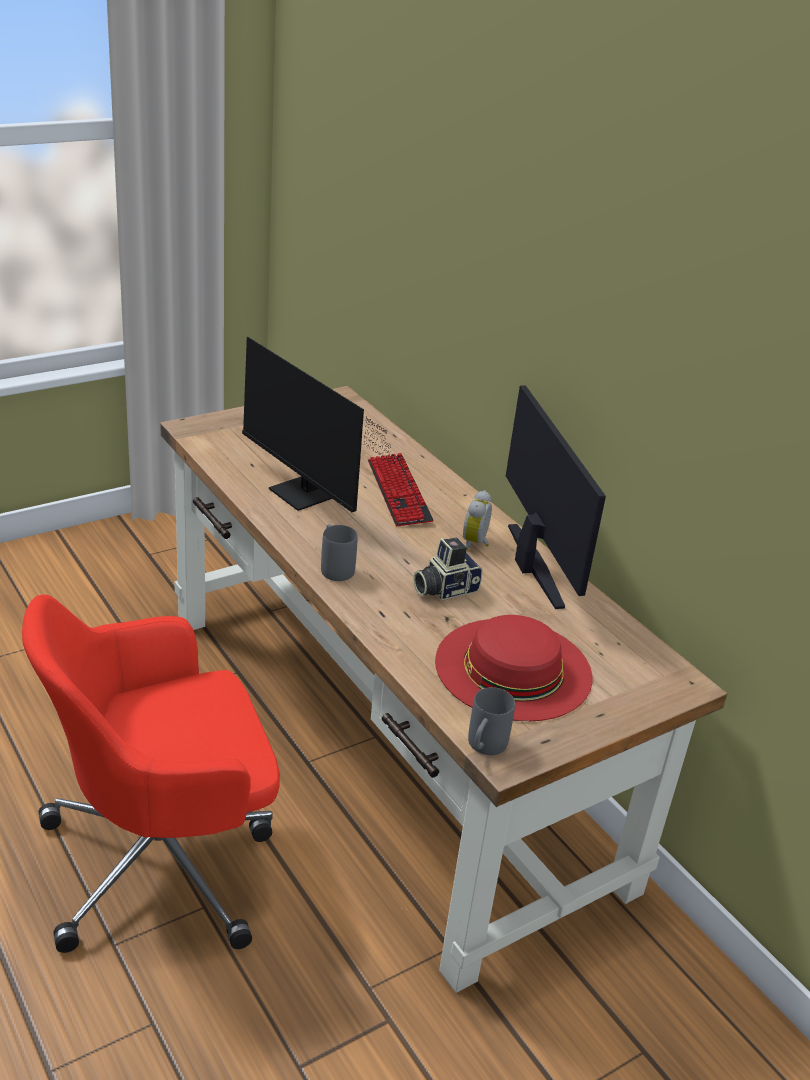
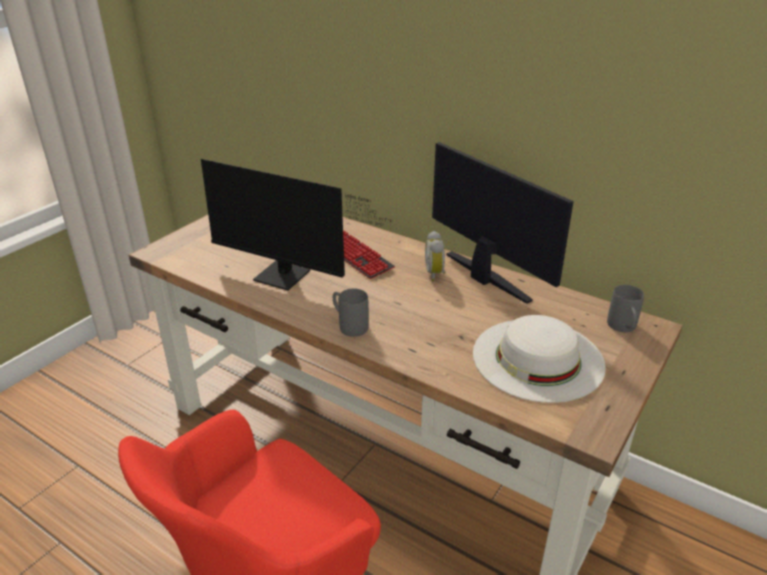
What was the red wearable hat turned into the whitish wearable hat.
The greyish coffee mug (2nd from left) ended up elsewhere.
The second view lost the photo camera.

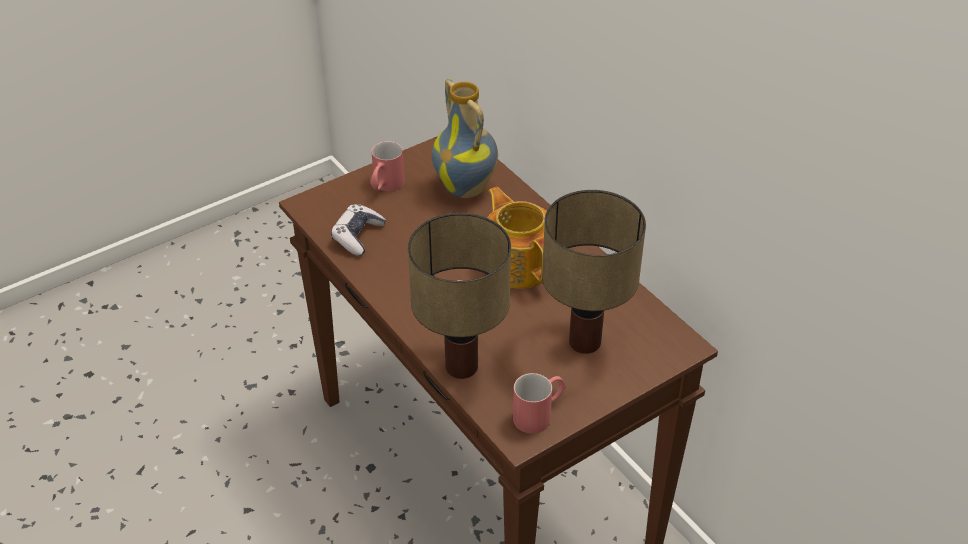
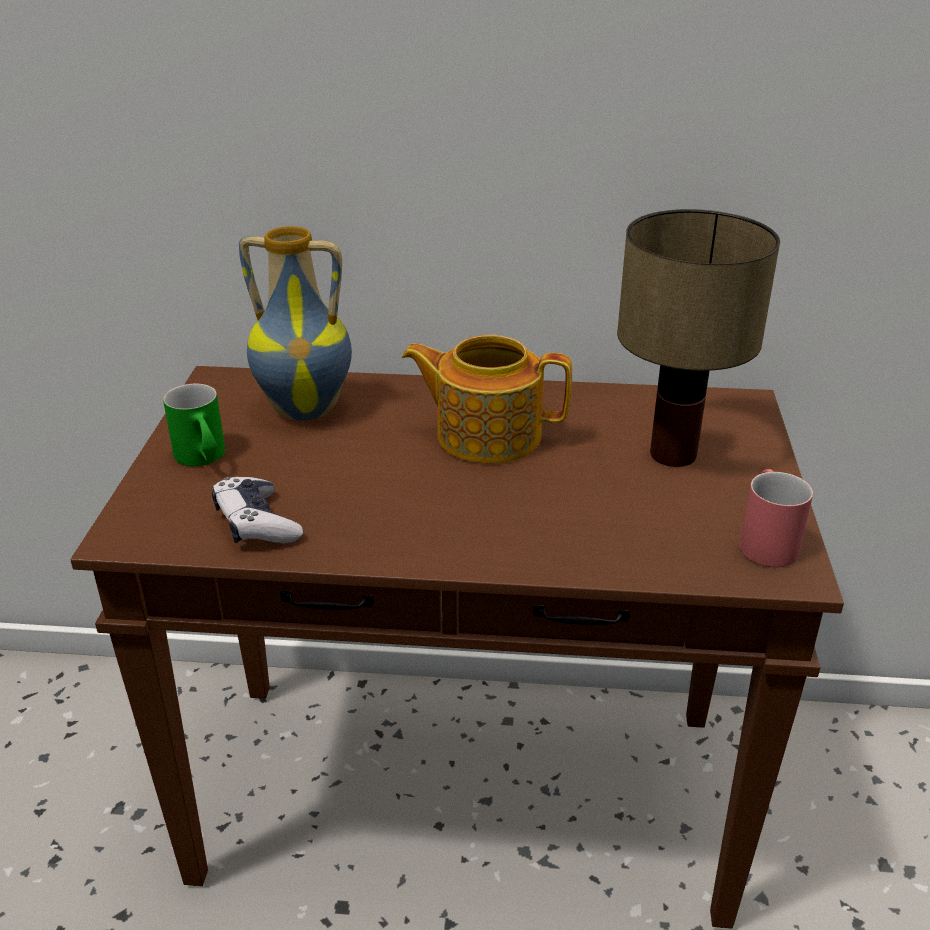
What was the red coffee mug (1st from left) turned into the green-coloured coffee mug.
The second view lost the tabletop lamp (1st from left).

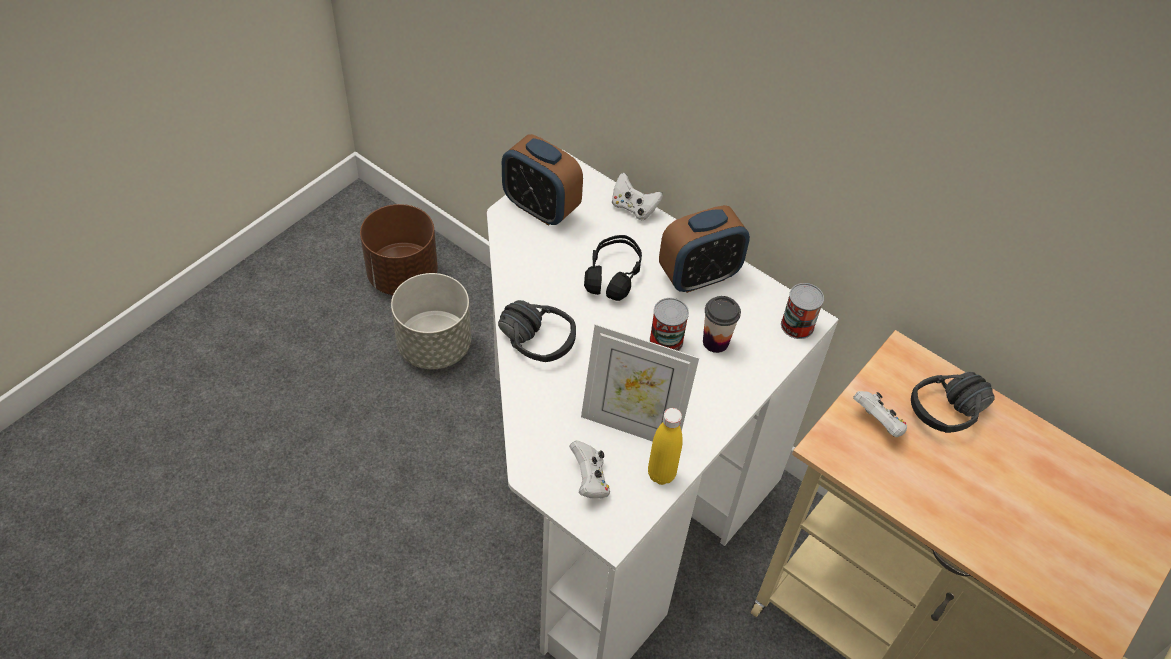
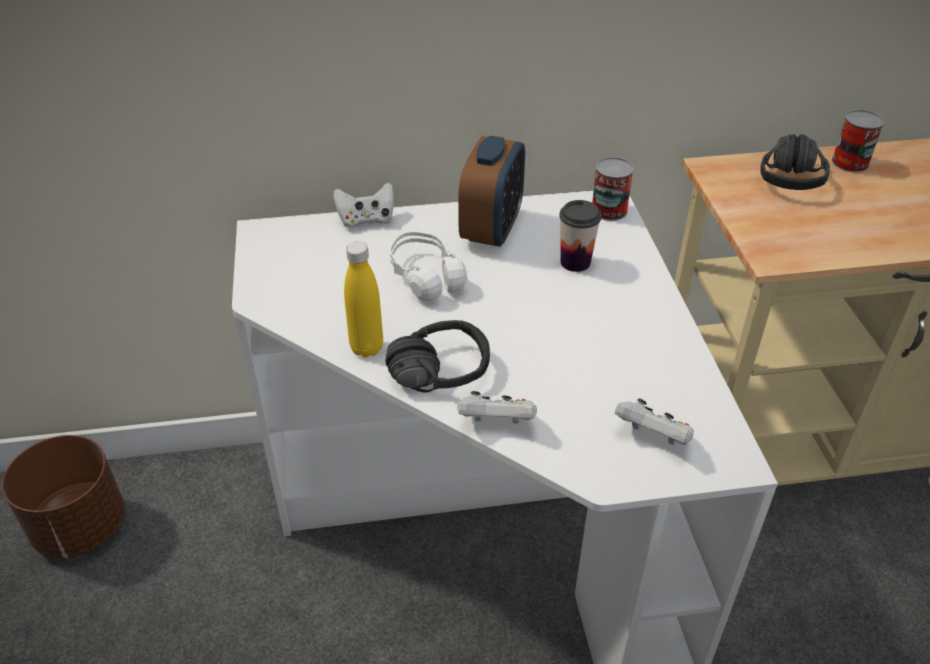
The yellow-coloured bottle ended up elsewhere.
What was the black pair of headphones (2nd from left) turned into the whitish pair of headphones.
The whitish game controller (3rd from left in the first image) ended up elsewhere.
The sealed can (1st from left in the first image) ended up elsewhere.
The second view lost the greyish planter.
The second view lost the table clock (1st from left).
The second view lost the picture frame.

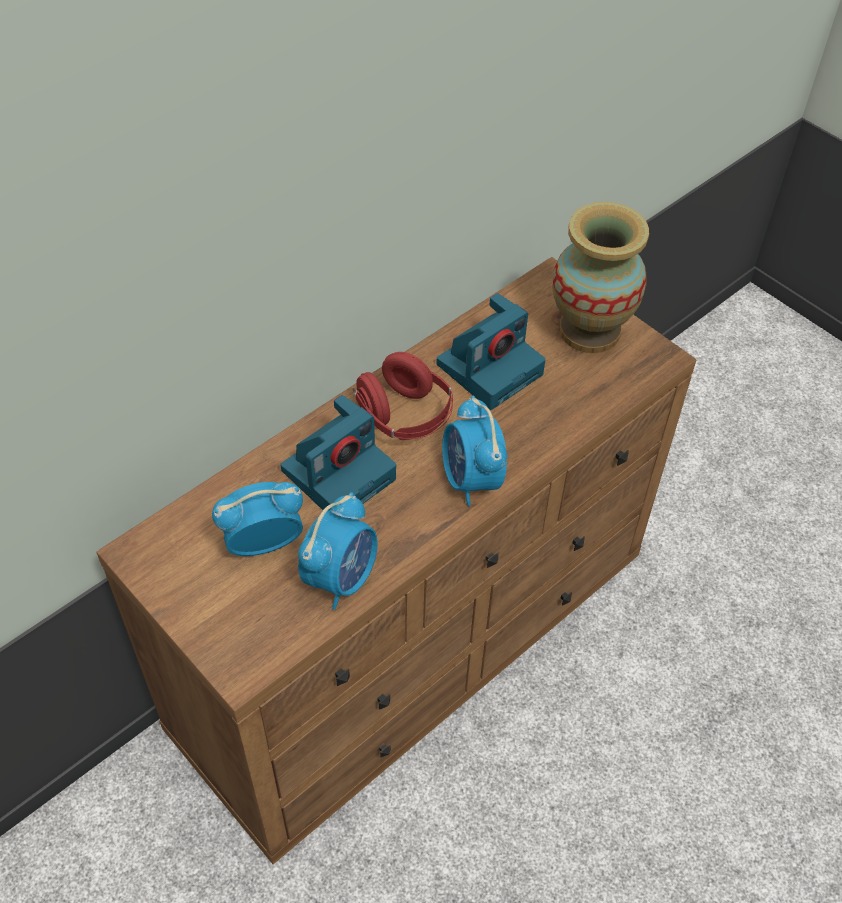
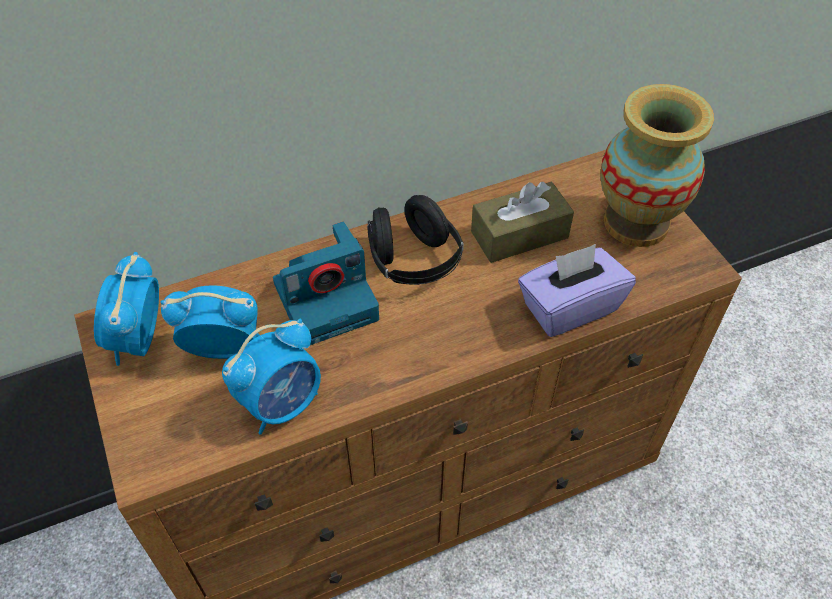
The table clock (3rd from left in the first image) ended up elsewhere.
What was the red pair of headphones turned into the black pair of headphones.
Where the photo camera (2nd from left) stood, the brown-coloured box of tissues came to stand.
The second view gained the purplish box of tissues.

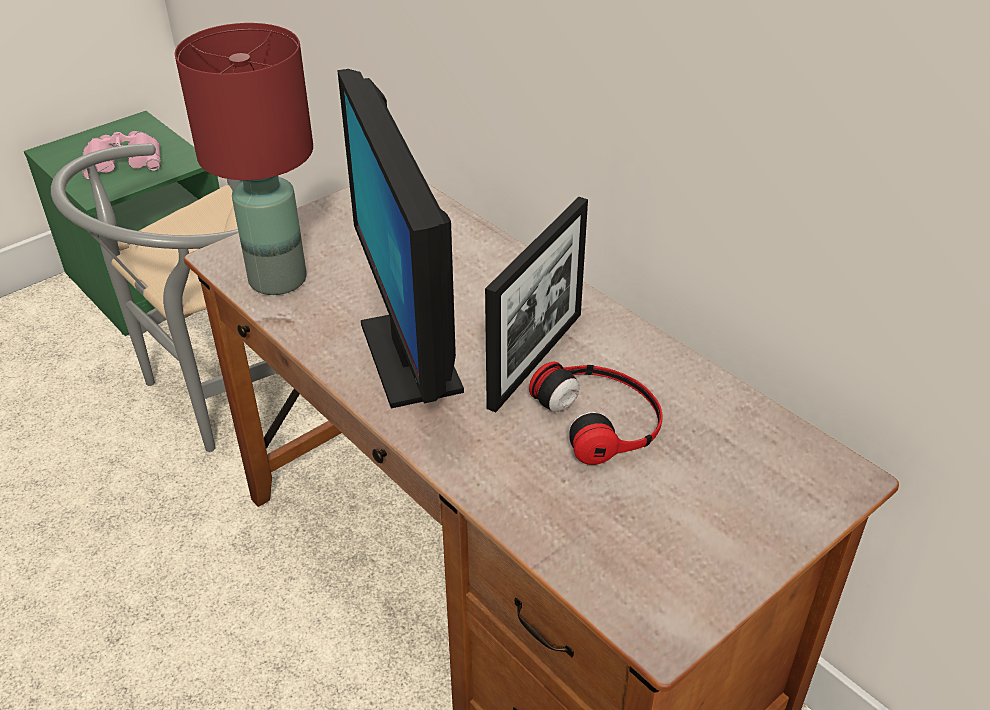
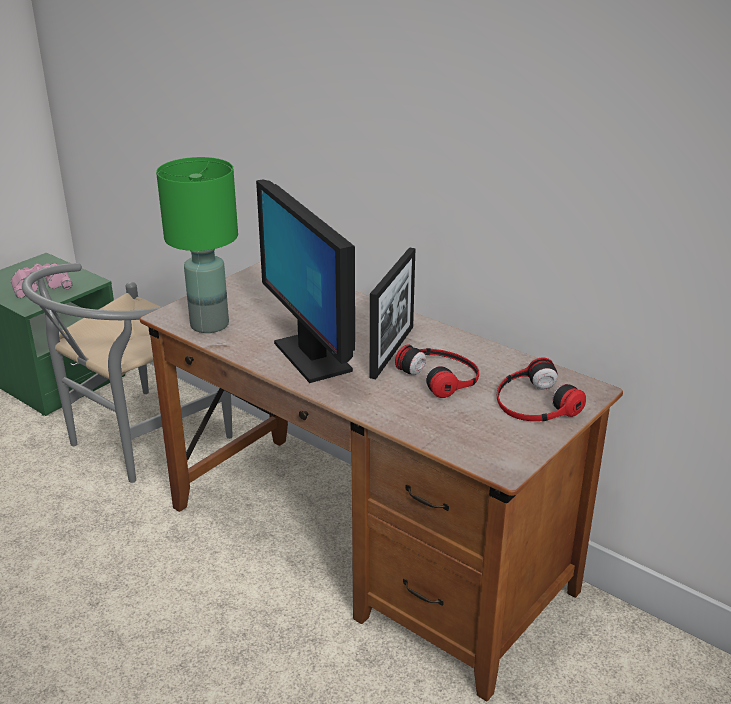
What was the red tabletop lamp turned into the green-coloured tabletop lamp.
The second view gained the pair of headphones (2nd from left).

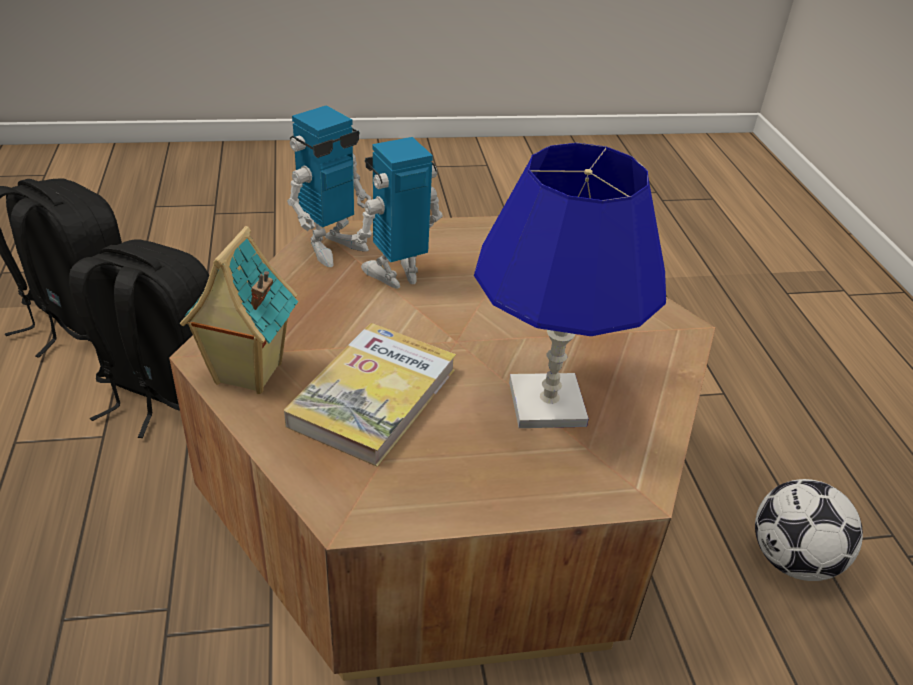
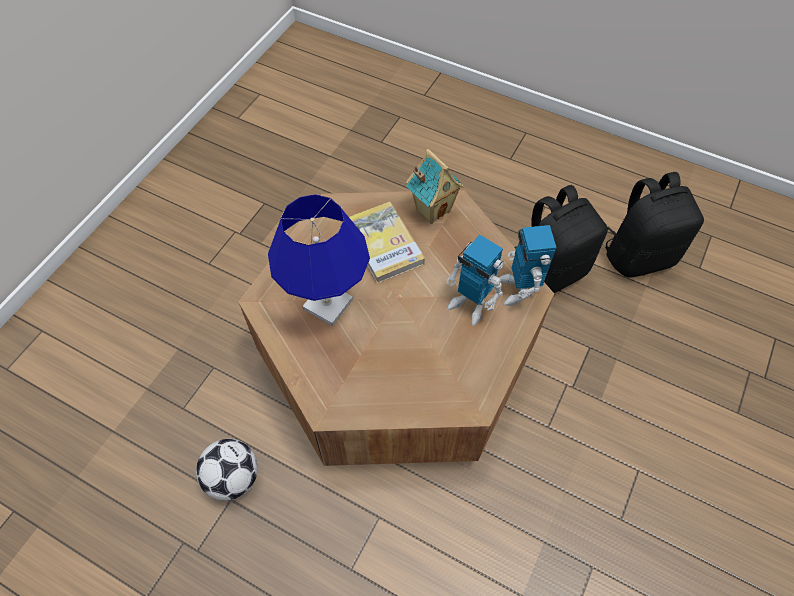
The toy robot (2nd from left in the first image) ended up facing another way, 120 degrees clockwise from before.

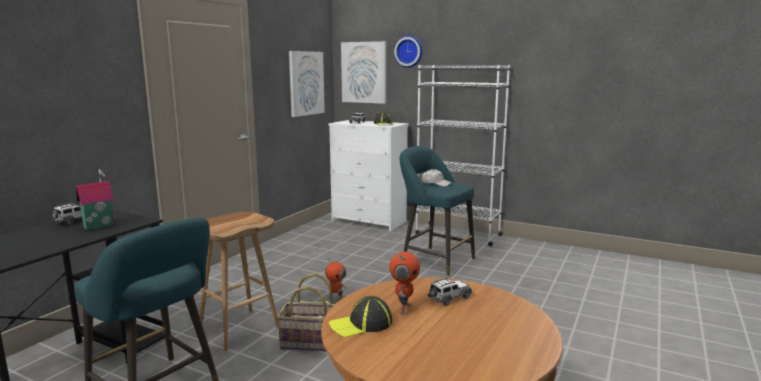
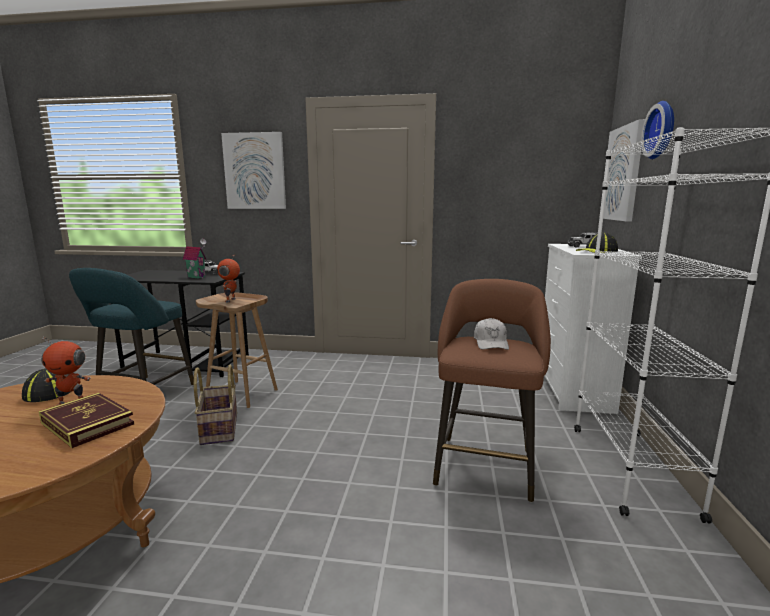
Where the miniature car (3rd from left) stood, the book came to stand.
The toy robot (1st from left in the first image) ended up elsewhere.
The wall picture (1st from left) ended up elsewhere.
What was the turquoise-coloured stool (2nd from left) turned into the brown-coloured stool (2nd from left).

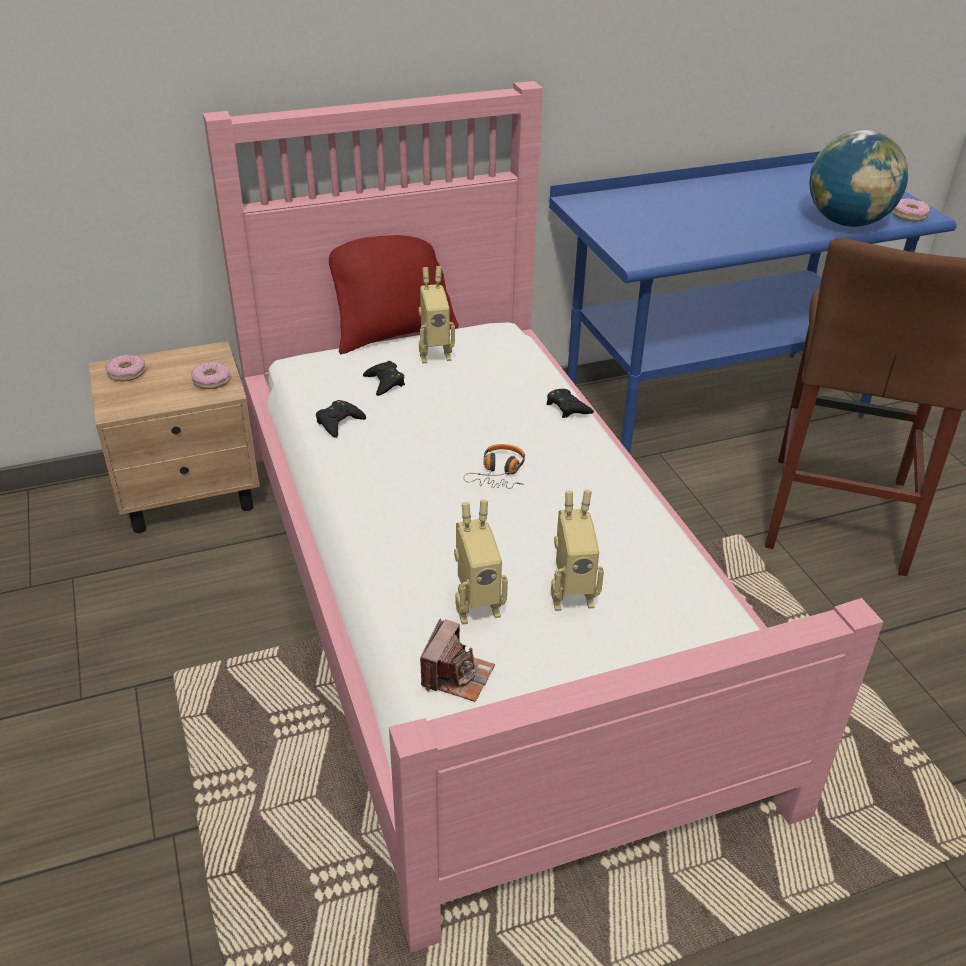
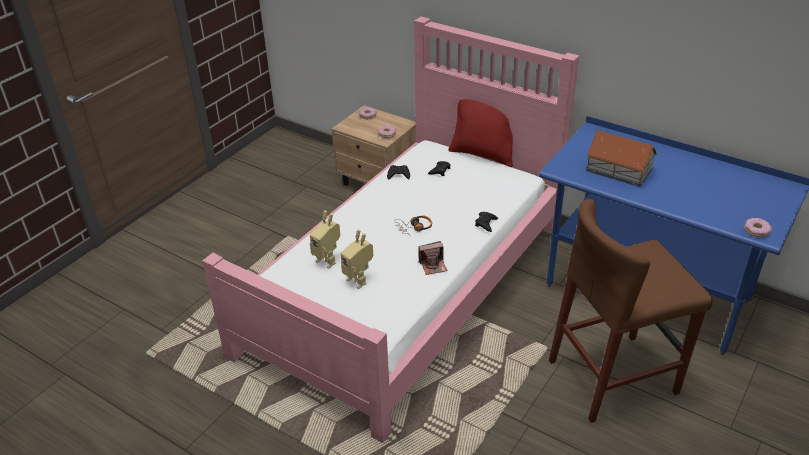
The photo camera ended up elsewhere.
The second view gained the toy house.
The second view lost the toy robot (1st from left).
The second view lost the globe.

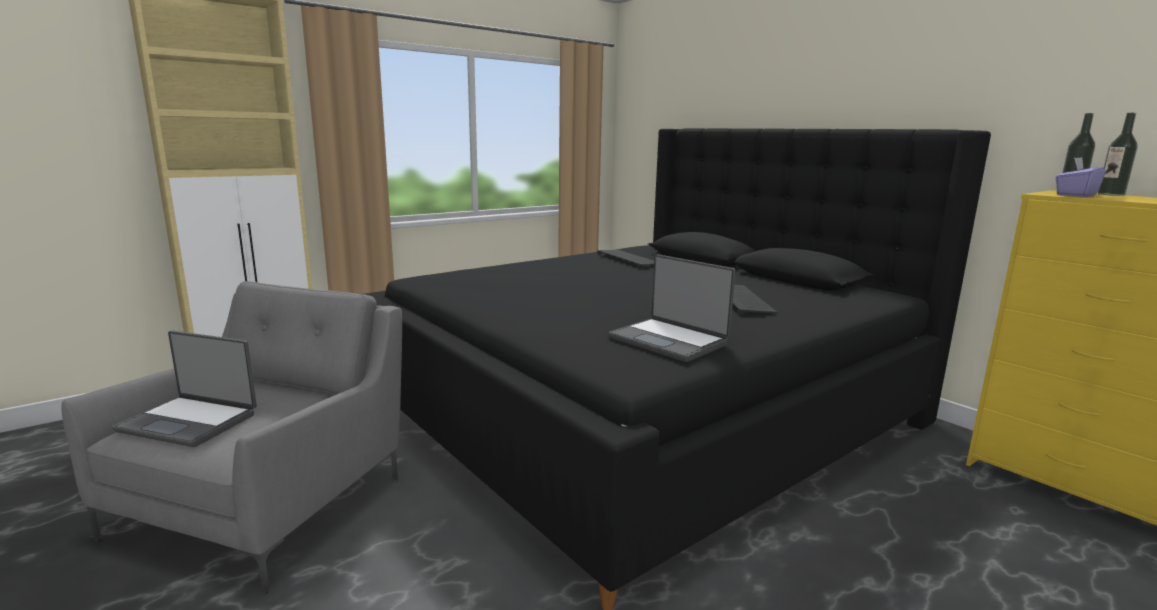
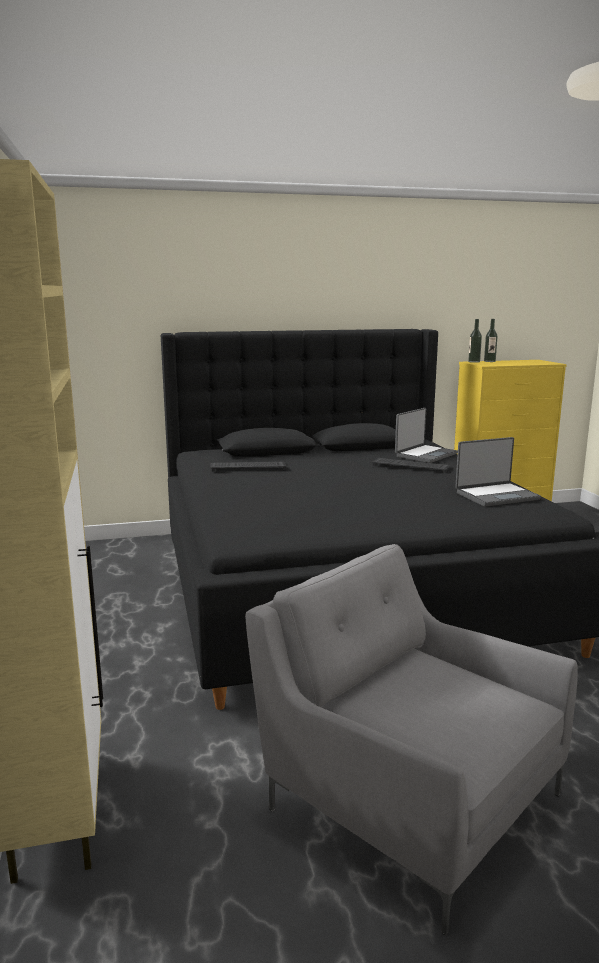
The portable computer (1st from left) ended up elsewhere.
The second view lost the purplish box of tissues.

